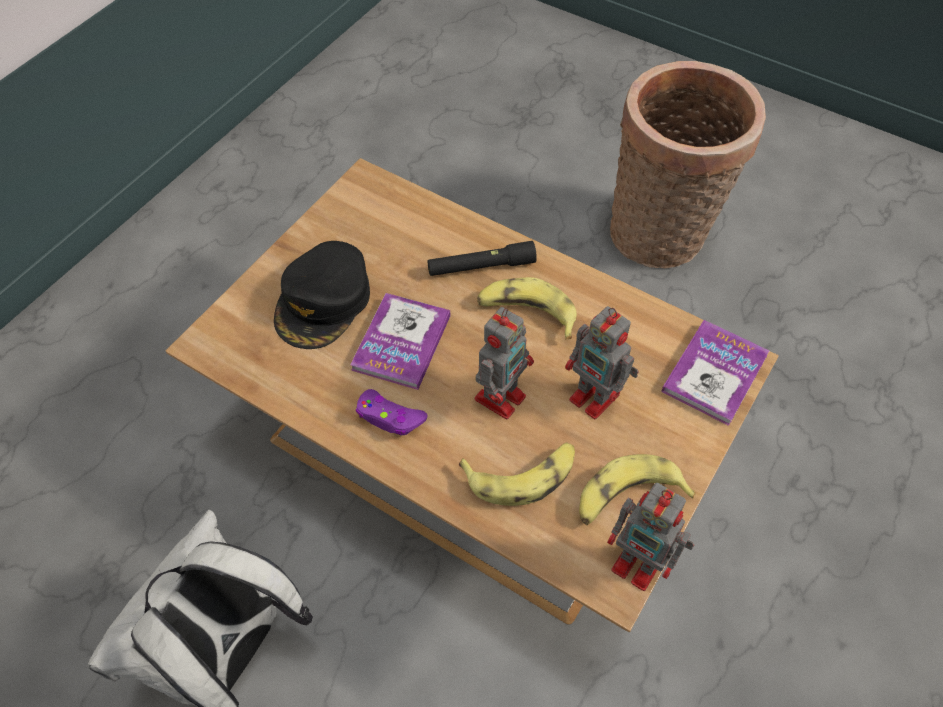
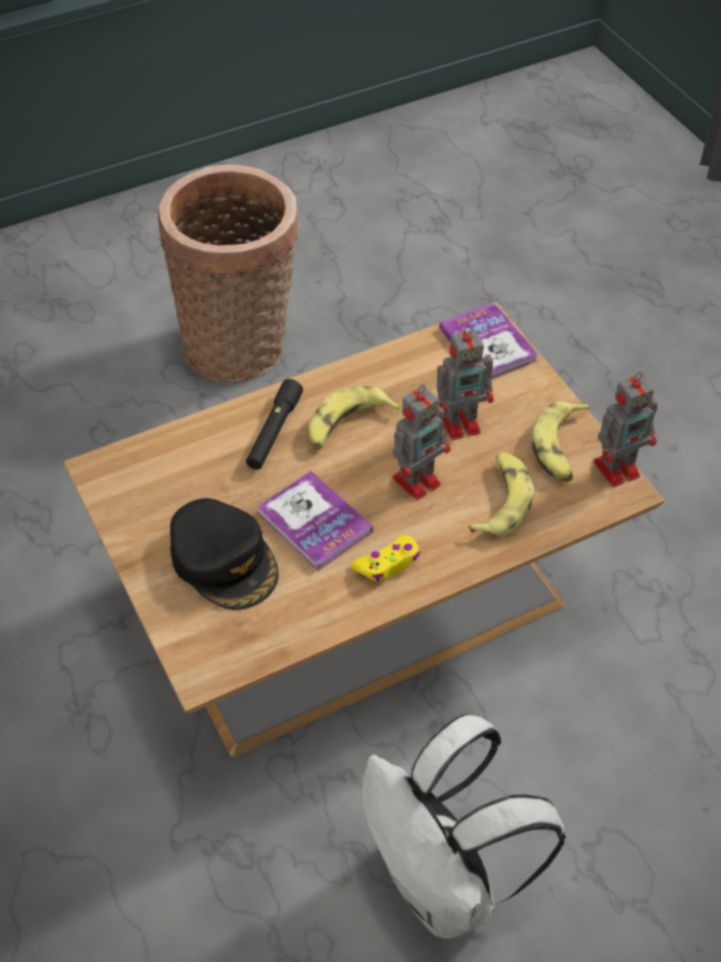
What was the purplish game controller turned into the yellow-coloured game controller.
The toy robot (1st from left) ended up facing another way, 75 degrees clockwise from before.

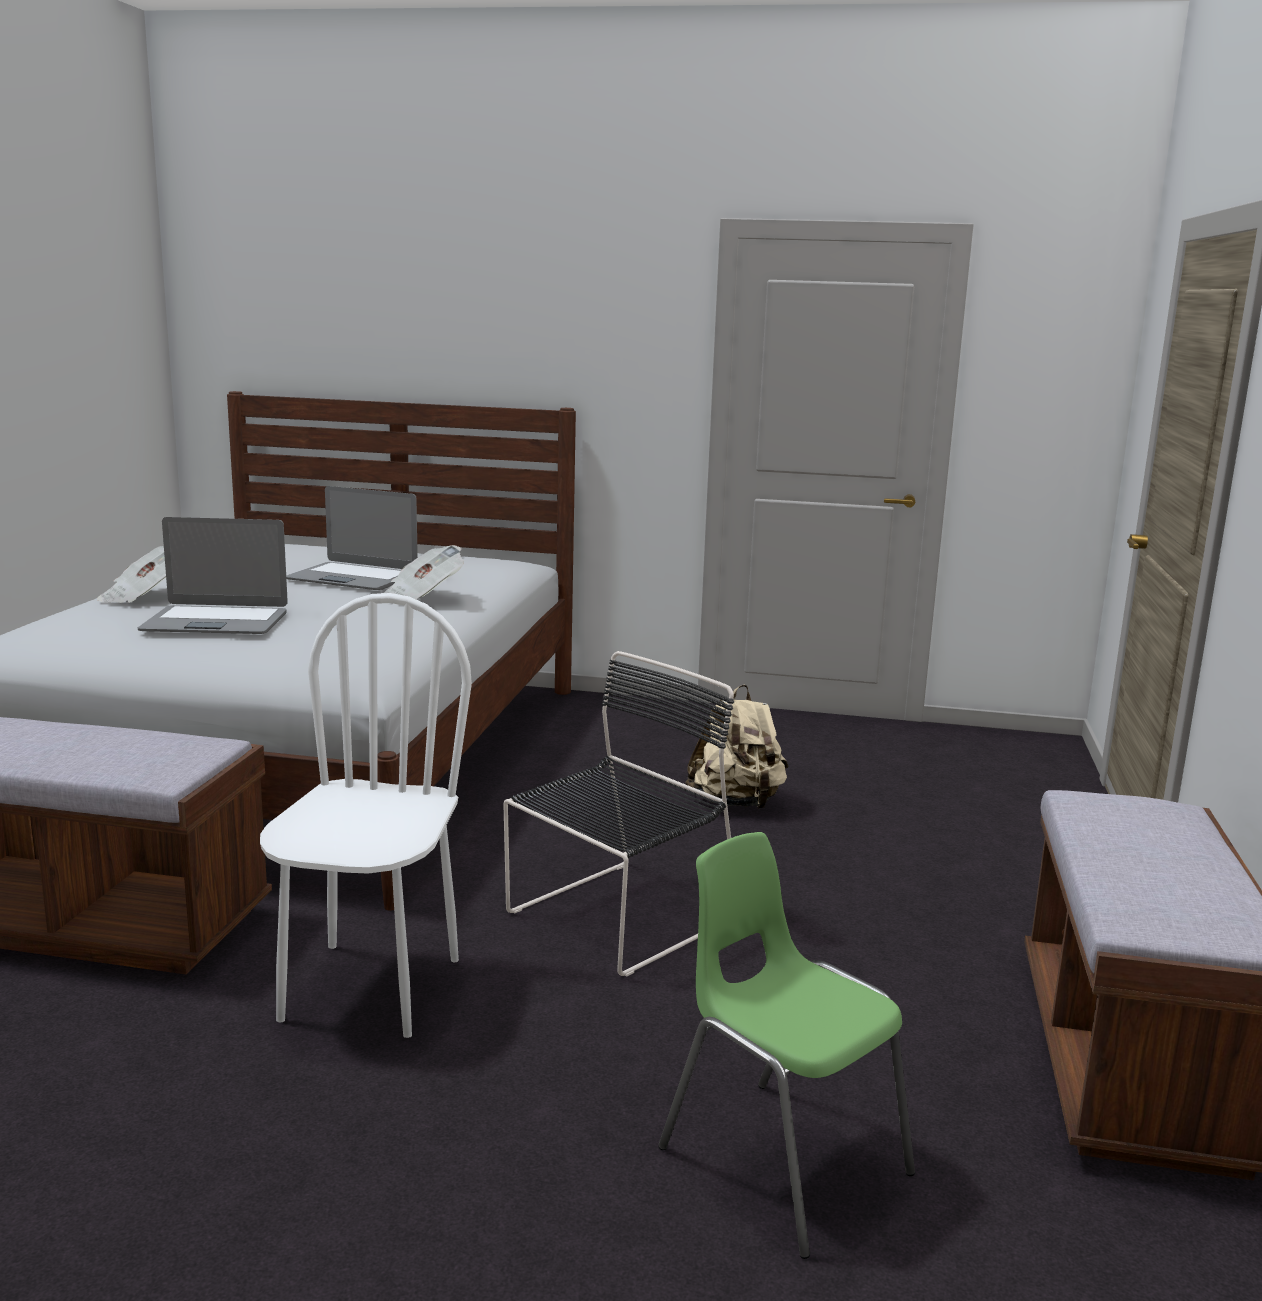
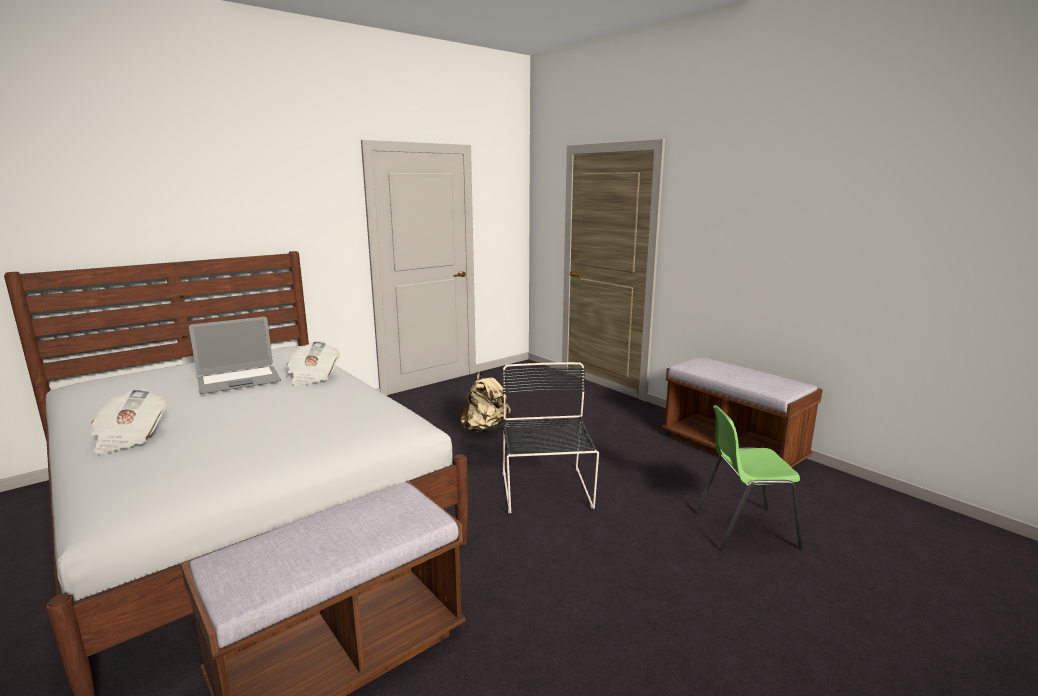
The second view lost the portable computer (1st from left).
The second view lost the whitish upright chair.

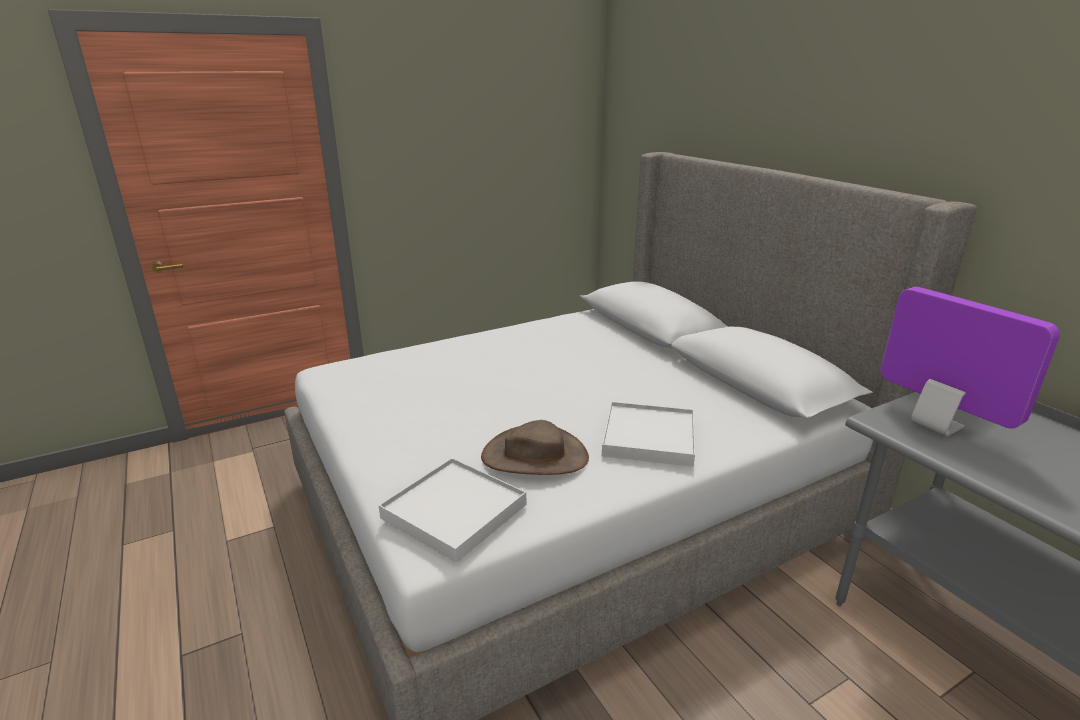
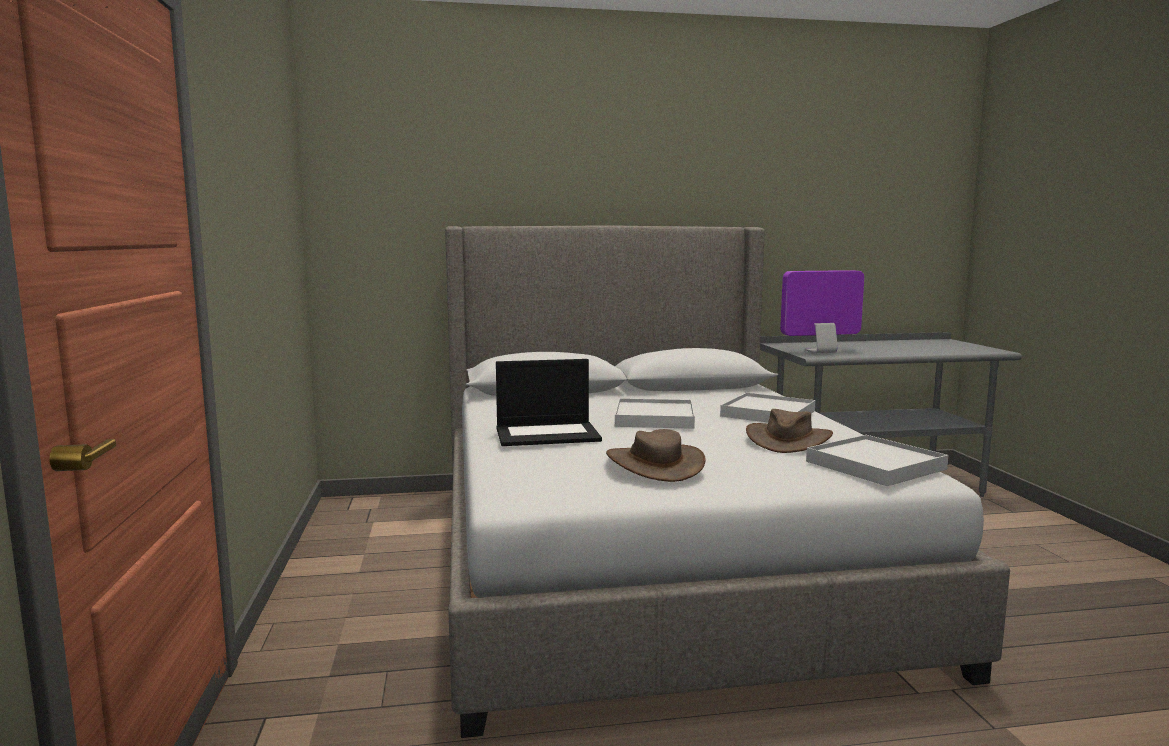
The second view gained the portable computer.
The second view gained the brown-coloured wearable hat (1st from left).
The second view gained the whitish tray (1st from left).

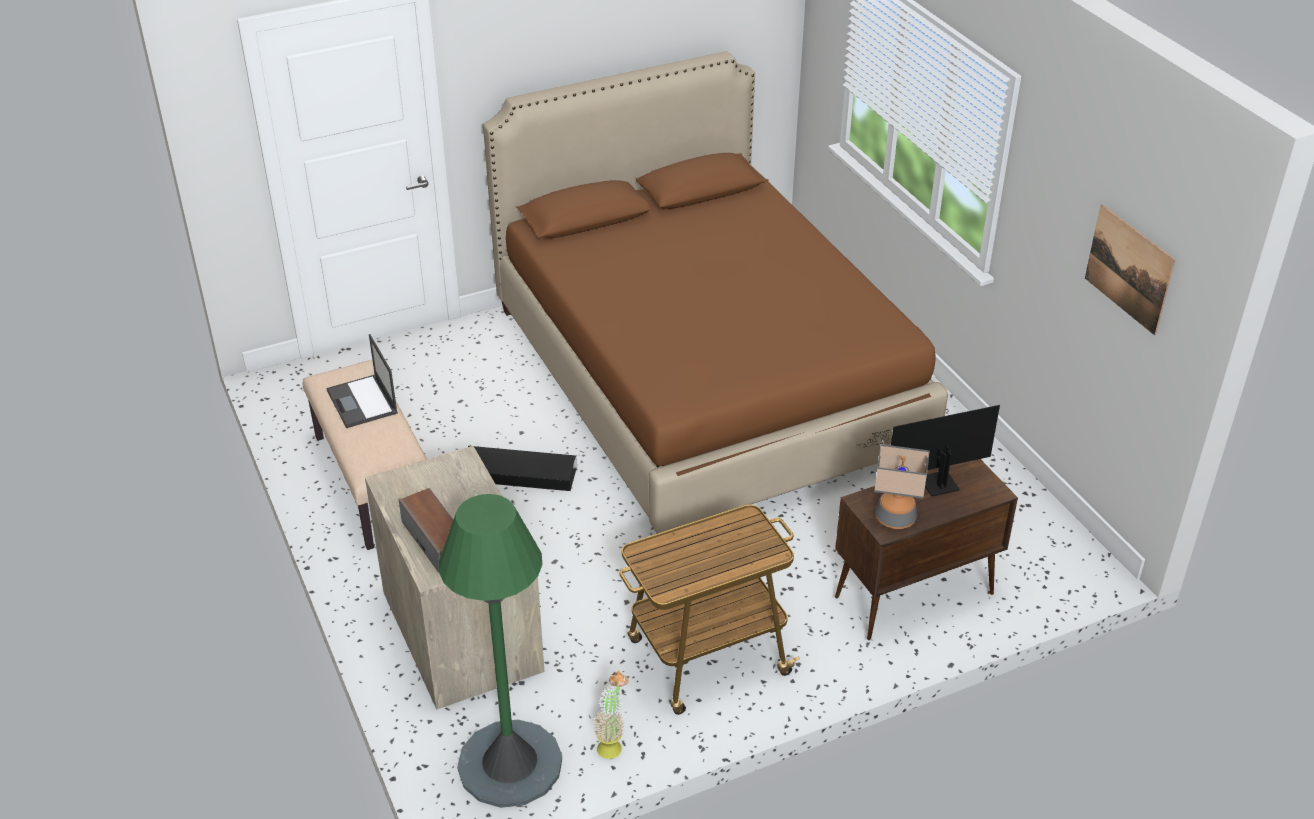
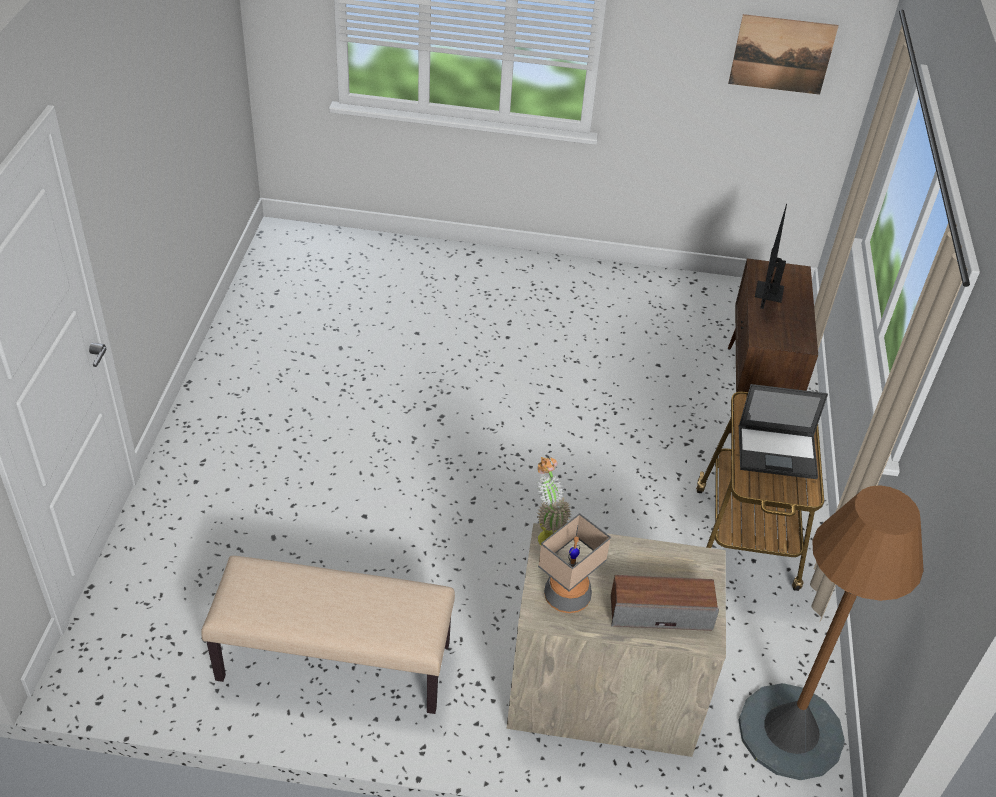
The plant in a pot ended up elsewhere.
The tabletop lamp ended up elsewhere.
What was the green-coloured standing lamp turned into the brown-coloured standing lamp.
The portable computer ended up elsewhere.
The second view lost the black storage container.
The second view lost the brown-coloured bedroom bed.

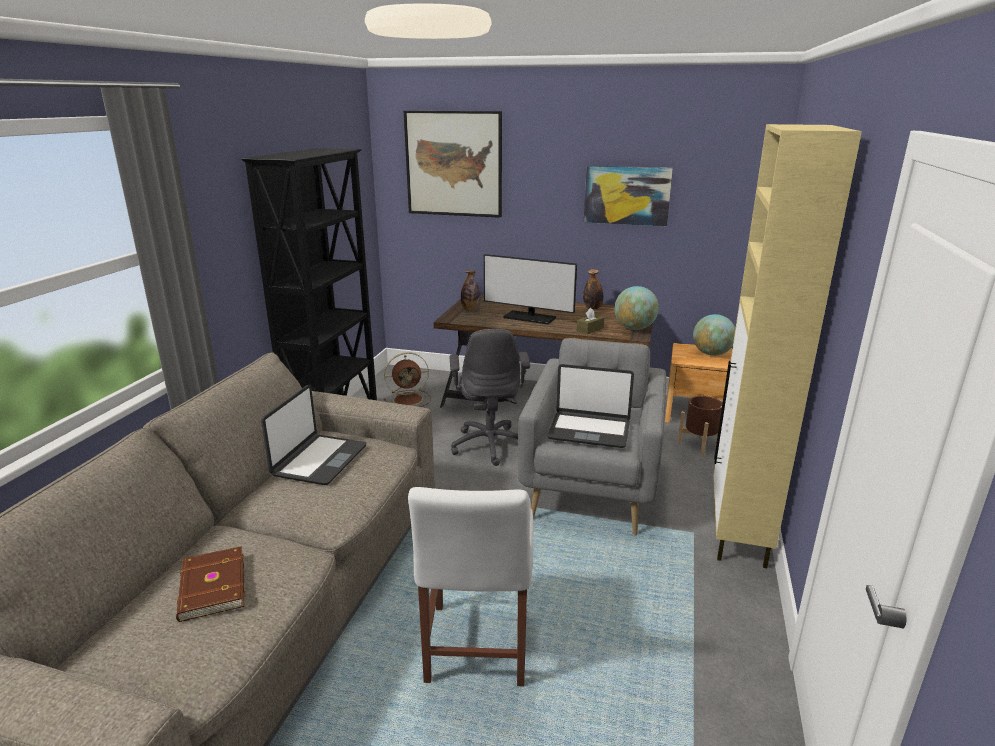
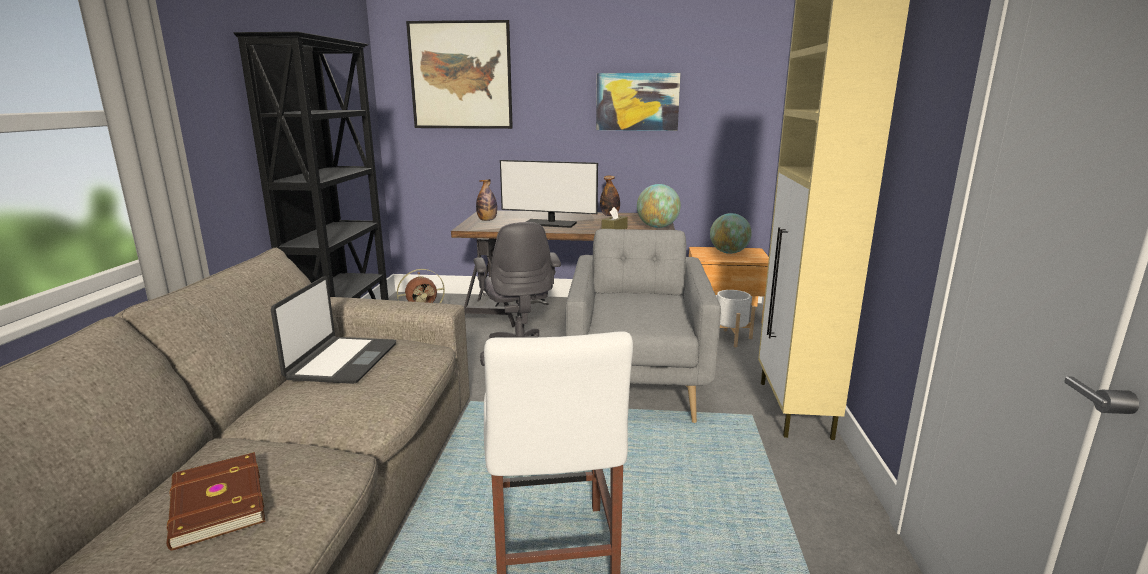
What was the brown-coloured planter turned into the whitish planter.
The second view lost the portable computer (2nd from left).

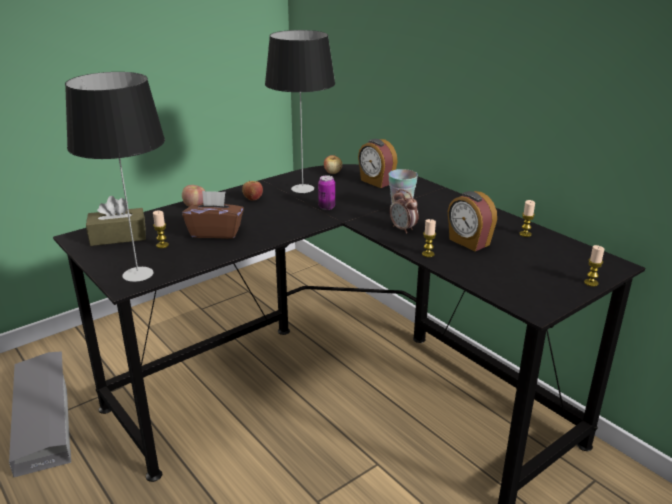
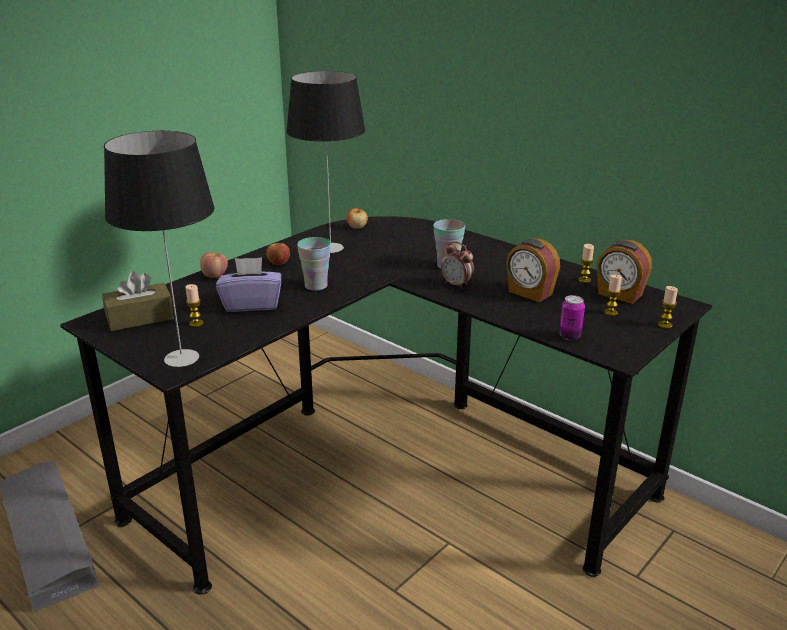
What was the brown-coloured box of tissues (2nd from left) turned into the purplish box of tissues.
The second view gained the small cup (1st from left).
The sealed can ended up elsewhere.
The table clock (1st from left in the first image) ended up elsewhere.
The candle (2nd from left in the first image) ended up elsewhere.

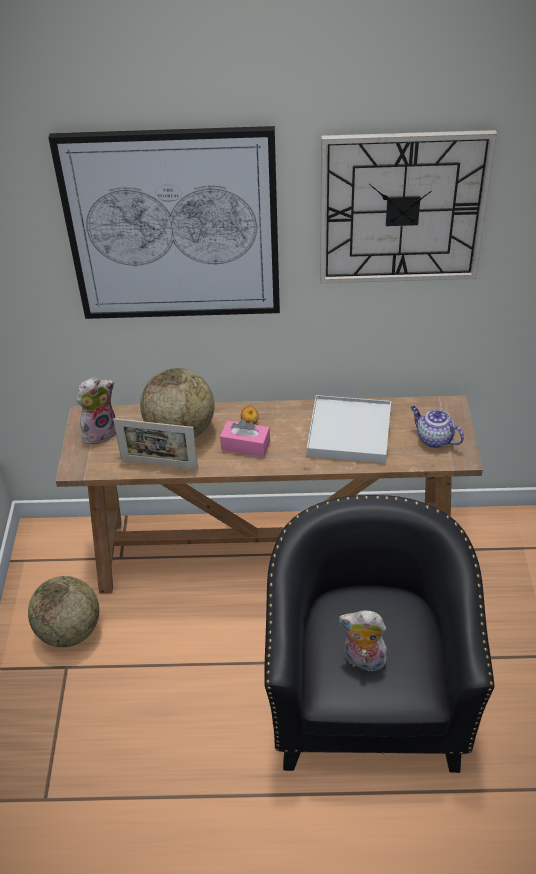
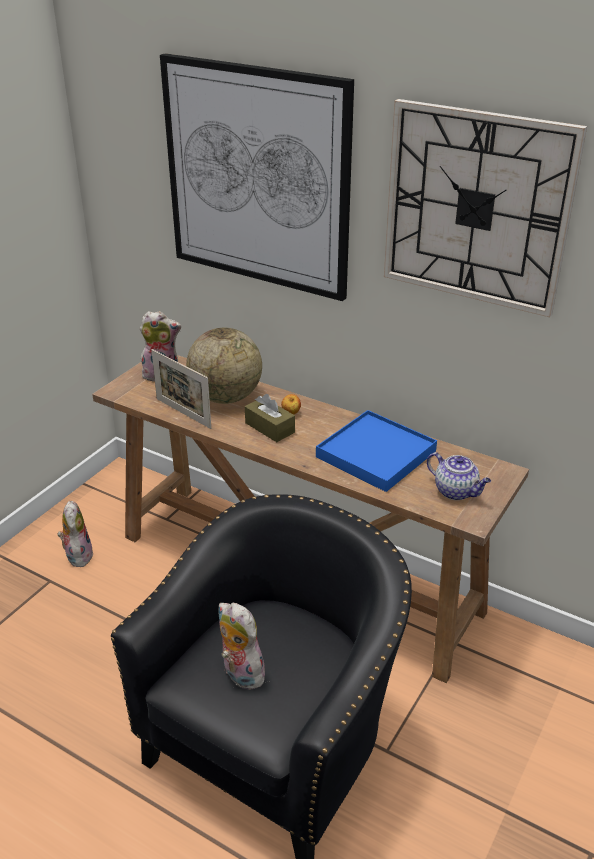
Where the globe (1st from left) stood, the plush toy (1st from left) came to stand.
What was the pink-coloured box of tissues turned into the brown-coloured box of tissues.
What was the whitish tray turned into the blue tray.
The pot for tea ended up facing another way, 150 degrees clockwise from before.

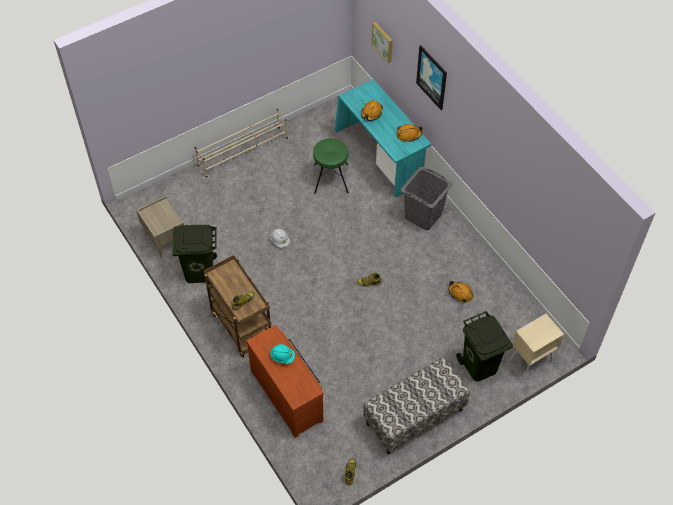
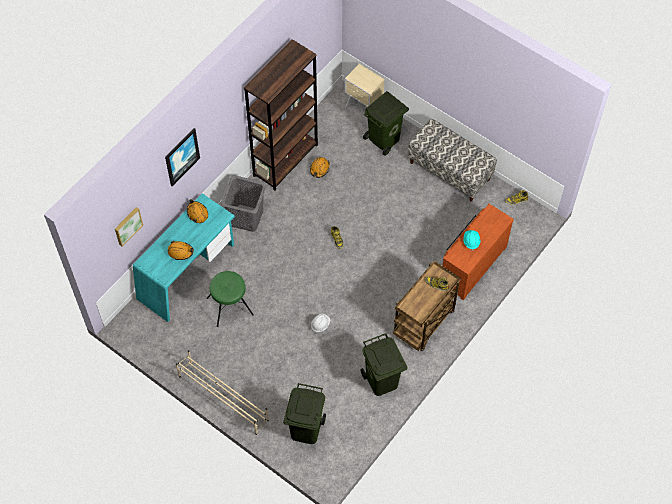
The second view gained the brown-coloured shelving unit.
The second view gained the green-coloured rubbish bin (1st from left).
The second view lost the sand-coloured night table (1st from left).

